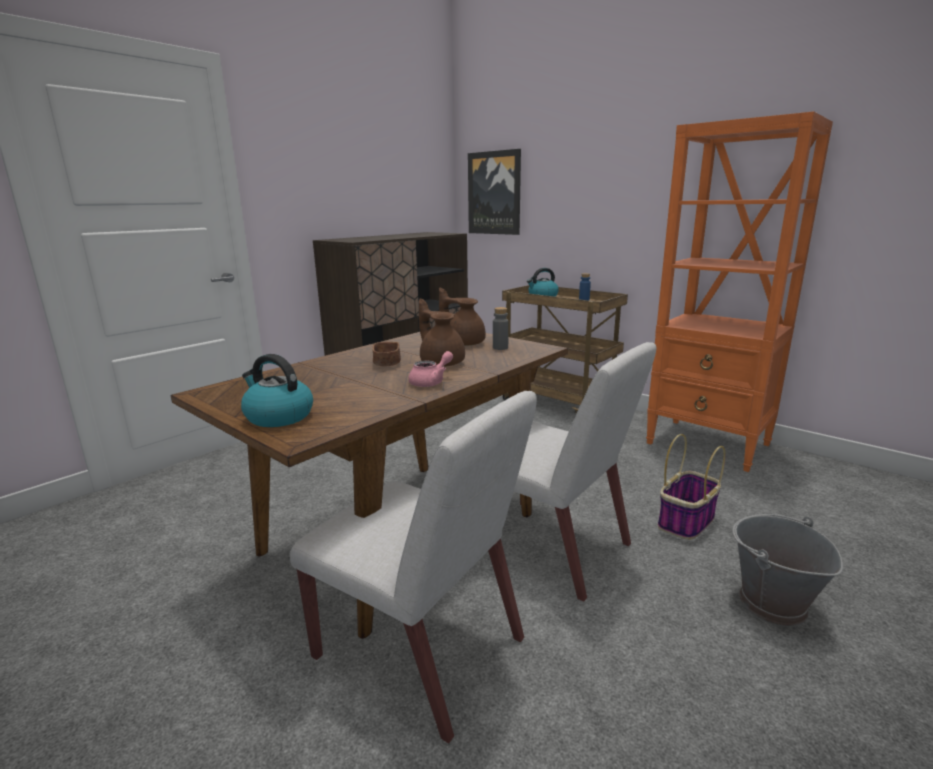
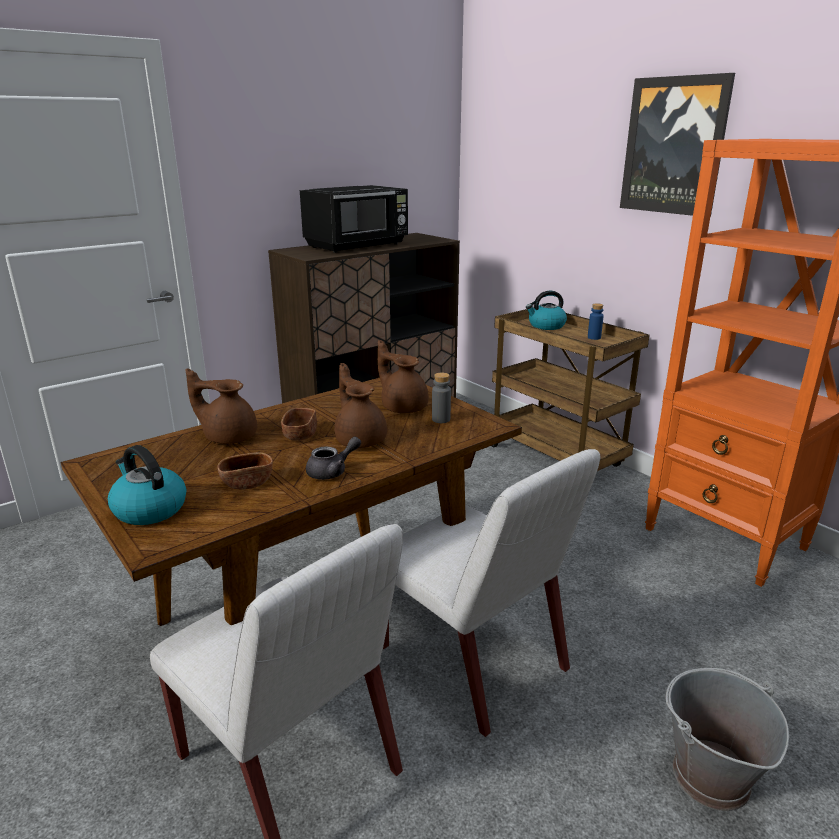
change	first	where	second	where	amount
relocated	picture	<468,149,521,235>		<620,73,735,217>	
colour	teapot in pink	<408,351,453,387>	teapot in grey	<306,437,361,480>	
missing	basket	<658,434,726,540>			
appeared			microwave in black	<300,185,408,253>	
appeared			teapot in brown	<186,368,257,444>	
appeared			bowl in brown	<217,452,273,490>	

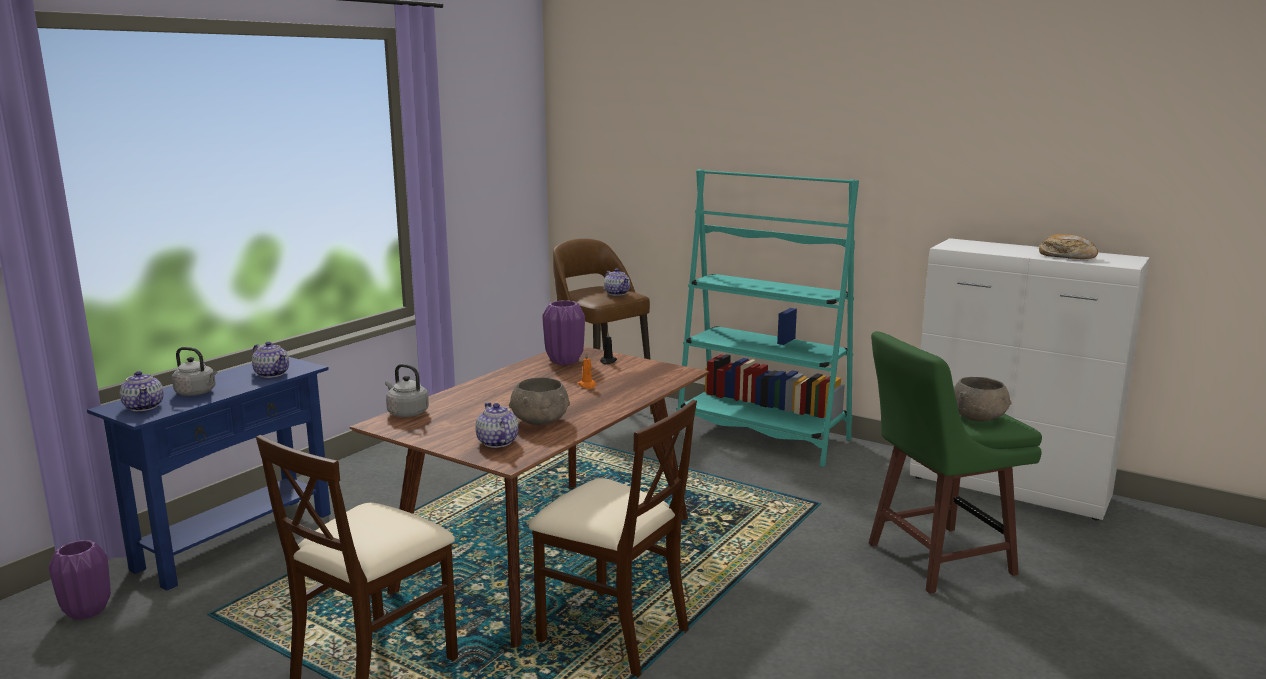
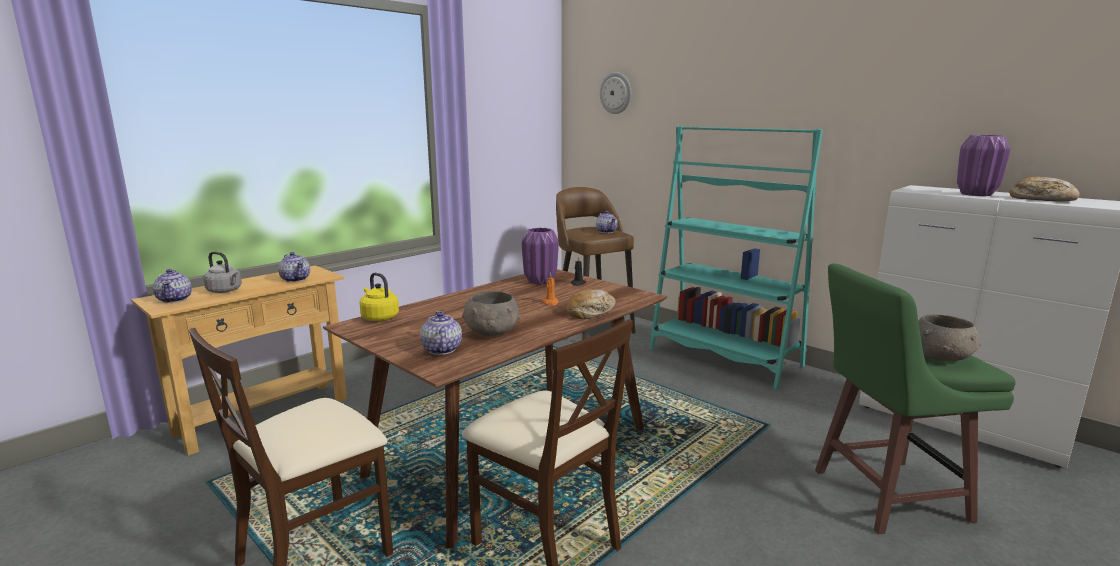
change	first	where	second	where	amount
colour	console table in blue	<87,357,331,591>	console table in beige	<131,266,347,456>	
colour	kettle in grey	<385,364,429,417>	kettle in yellow	<359,273,399,321>	
relocated	vase in purple	<48,540,111,620>		<957,135,1011,196>	
appeared			wall clock	<600,72,631,114>	
appeared			bread	<567,289,616,319>	

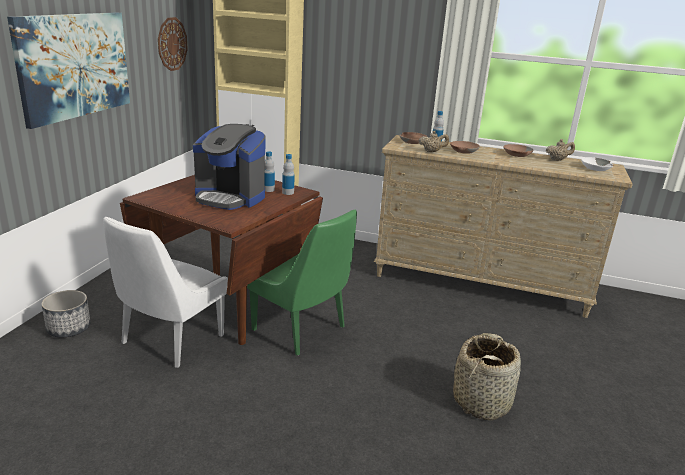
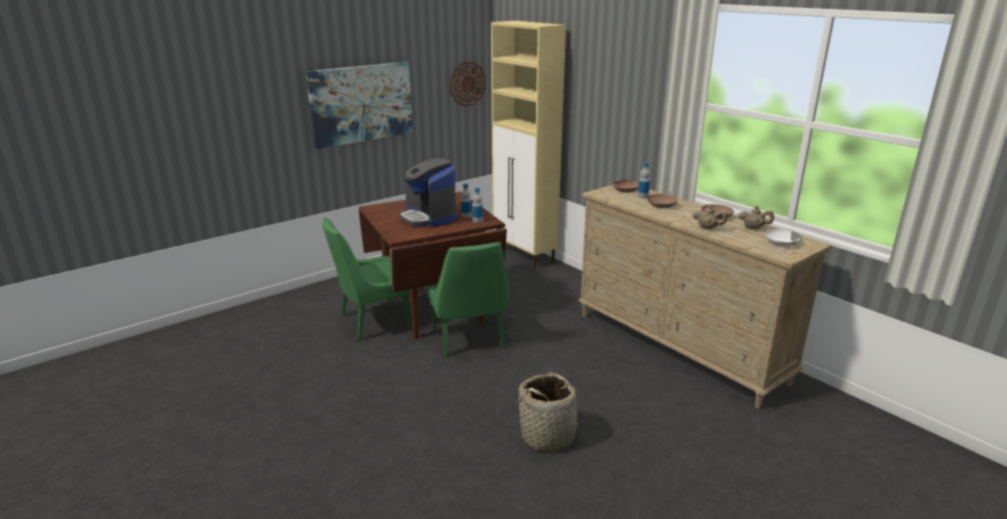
change	first	where	second	where	amount
relocated	teapot in beige	<419,131,449,152>		<693,206,727,229>	
colour	chair in white	<103,216,228,368>	chair in green	<322,217,410,340>	
missing	planter	<42,290,91,337>			

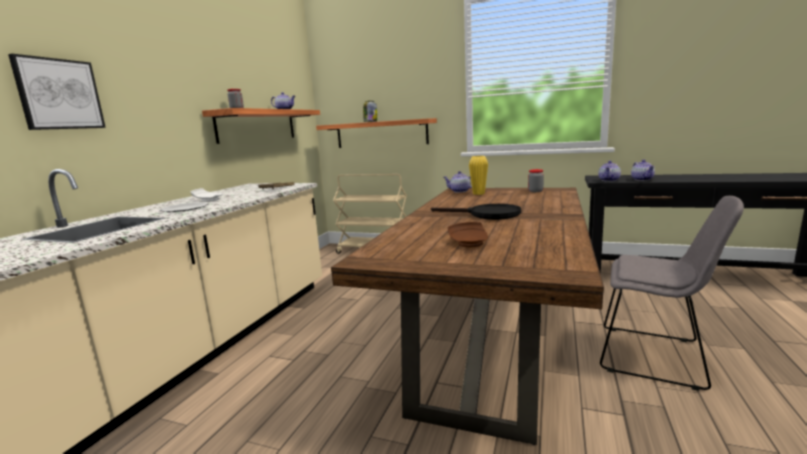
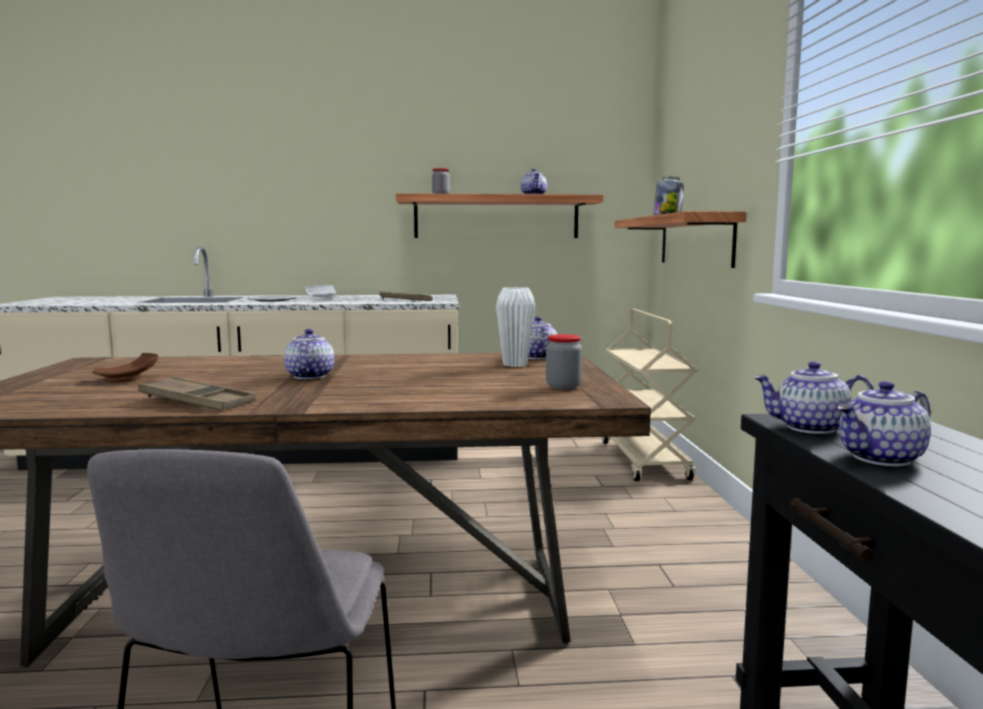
change	first	where	second	where	amount
missing	picture	<8,54,106,130>			
colour	vase in yellow	<469,156,488,195>	vase in white	<496,287,535,367>	
exchanged	frying pan in black	<431,204,521,220>	teapot	<284,329,334,379>	
appeared			tray in brown	<138,377,255,410>	

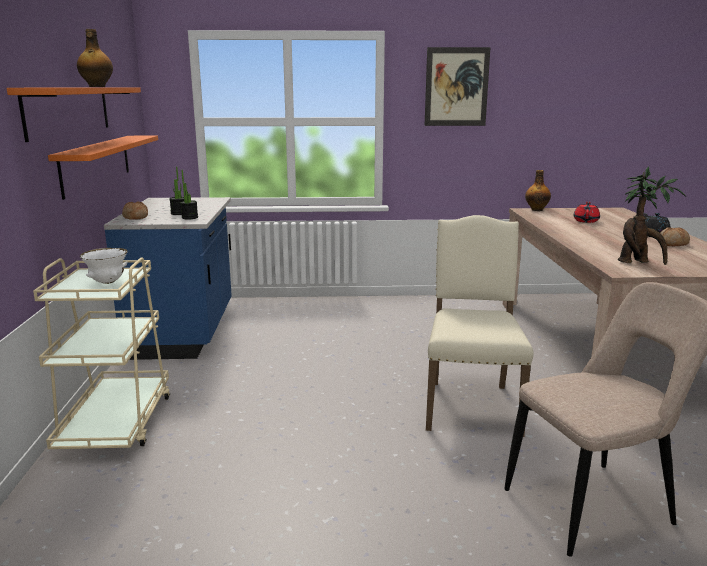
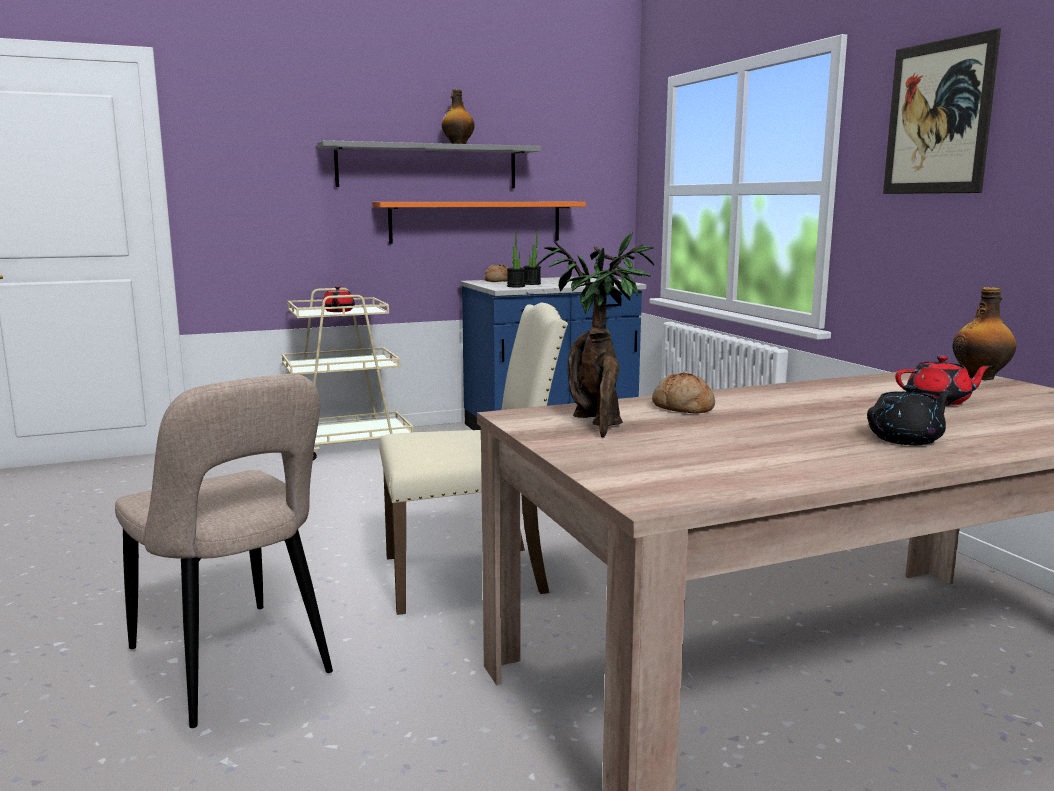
change	first	where	second	where	amount
colour	shelf in orange	<7,87,141,142>	shelf in grey	<317,140,541,188>	
relocated	bread	<660,227,690,246>		<652,373,715,414>	
exchanged	bowl in white	<80,248,128,284>	teapot in red	<322,286,355,312>	

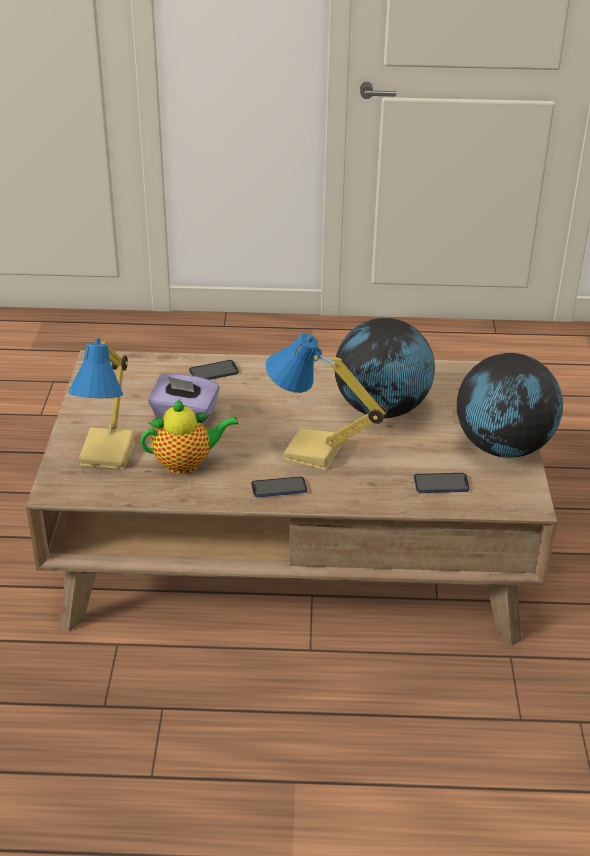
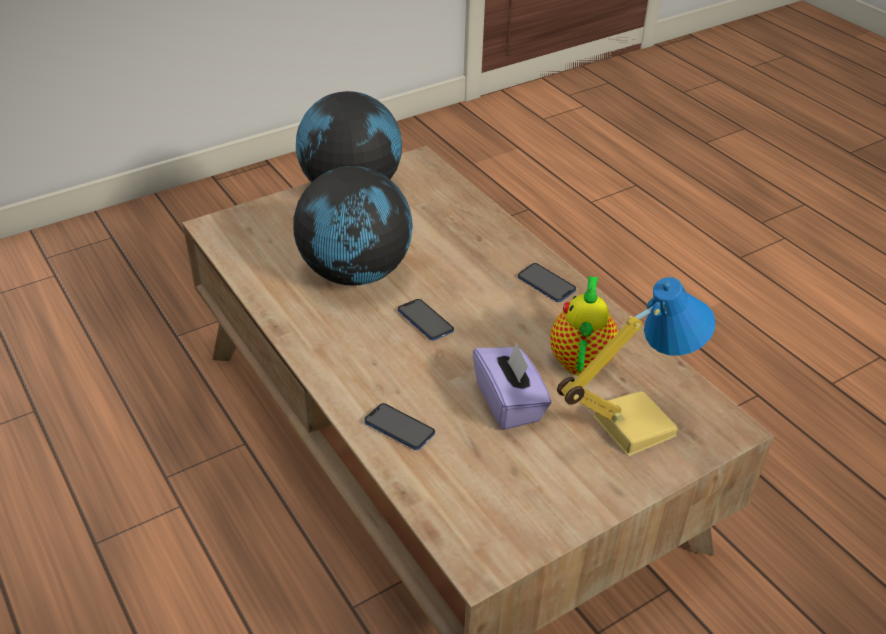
change	first	where	second	where	amount
missing	table lamp	<265,333,387,470>			
spun	teapot	<140,399,239,474>		<550,276,618,376>	60 degrees clockwise
relocated	phone	<414,473,470,493>		<398,299,454,340>	

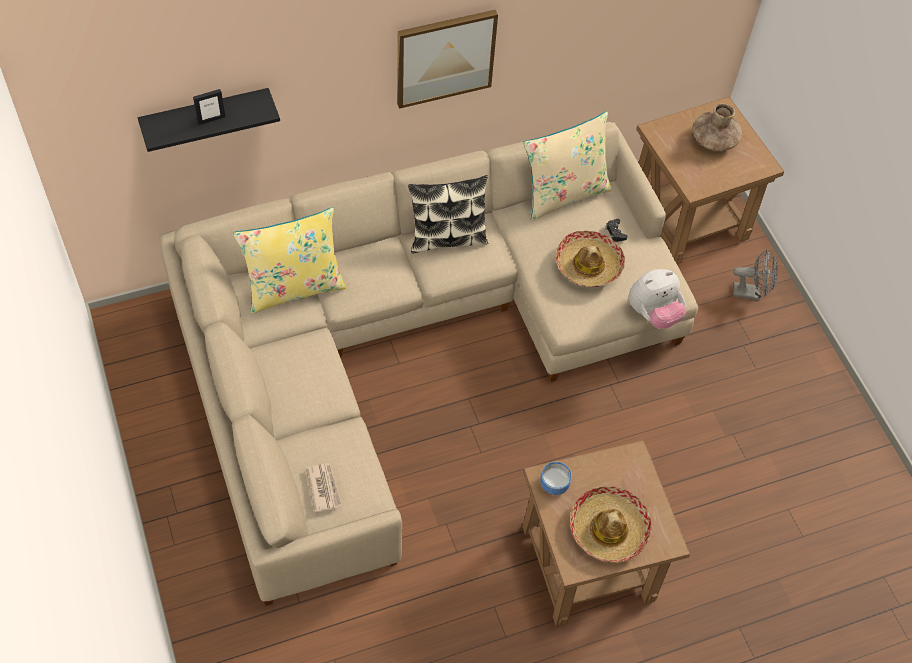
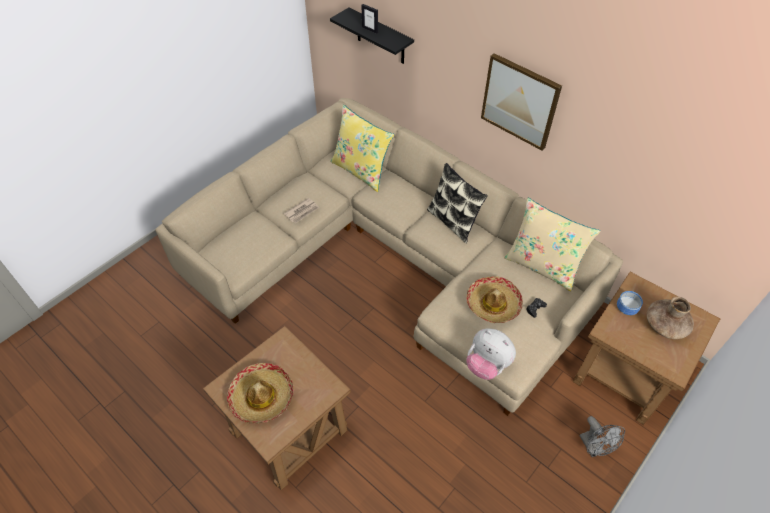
change	first	where	second	where	amount
relocated	bowl	<540,462,572,495>		<617,291,643,315>	
relocated	newspaper	<306,463,342,513>		<284,198,319,223>	

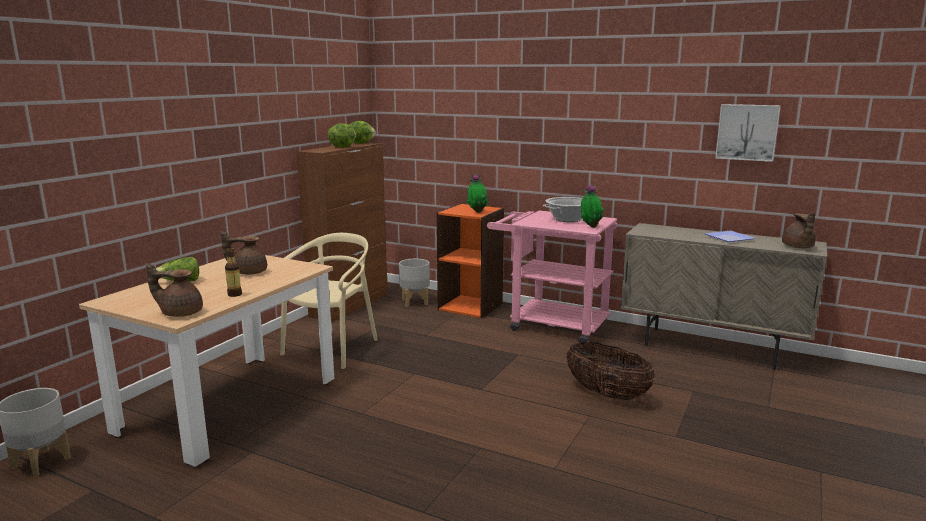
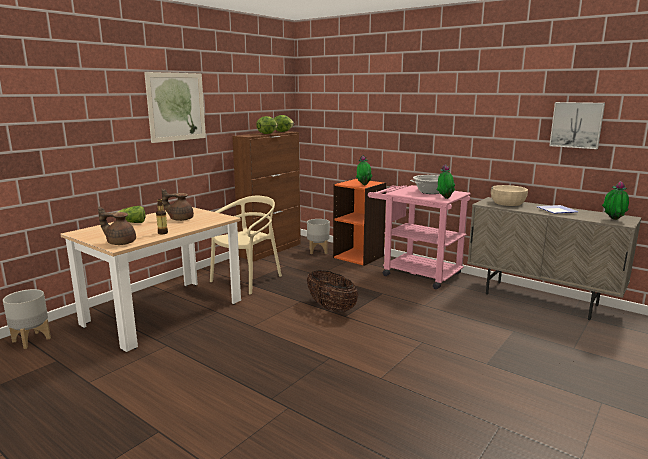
change	first	where	second	where	amount
exchanged	teapot in brown	<782,212,815,248>	potted plant	<602,181,629,220>	
relocated	basket	<566,342,655,400>		<307,270,358,312>	
appeared			picture	<144,72,206,143>	
appeared			bowl in beige	<491,185,528,206>	

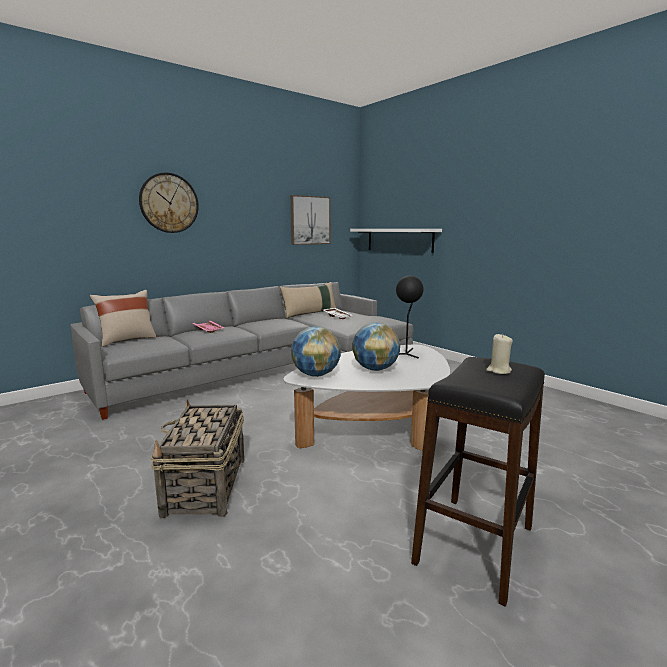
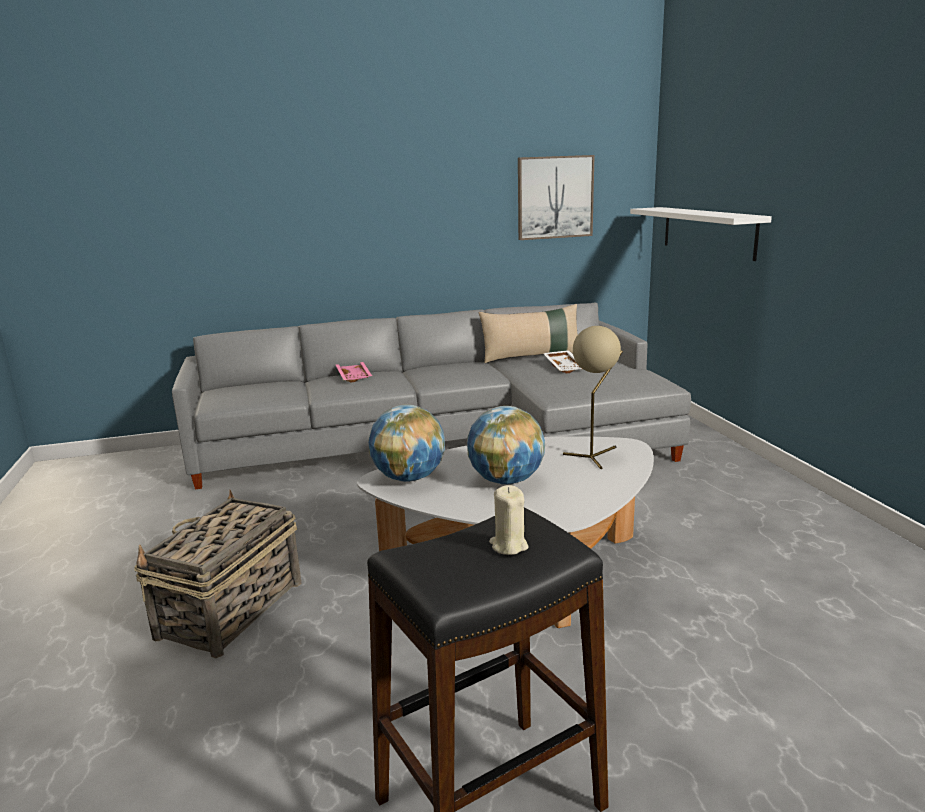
change	first	where	second	where	amount
missing	wall clock	<139,173,199,233>			
colour	table lamp in black	<396,276,424,358>	table lamp in beige	<563,326,623,469>	
missing	pillow in beige	<90,290,157,347>			

